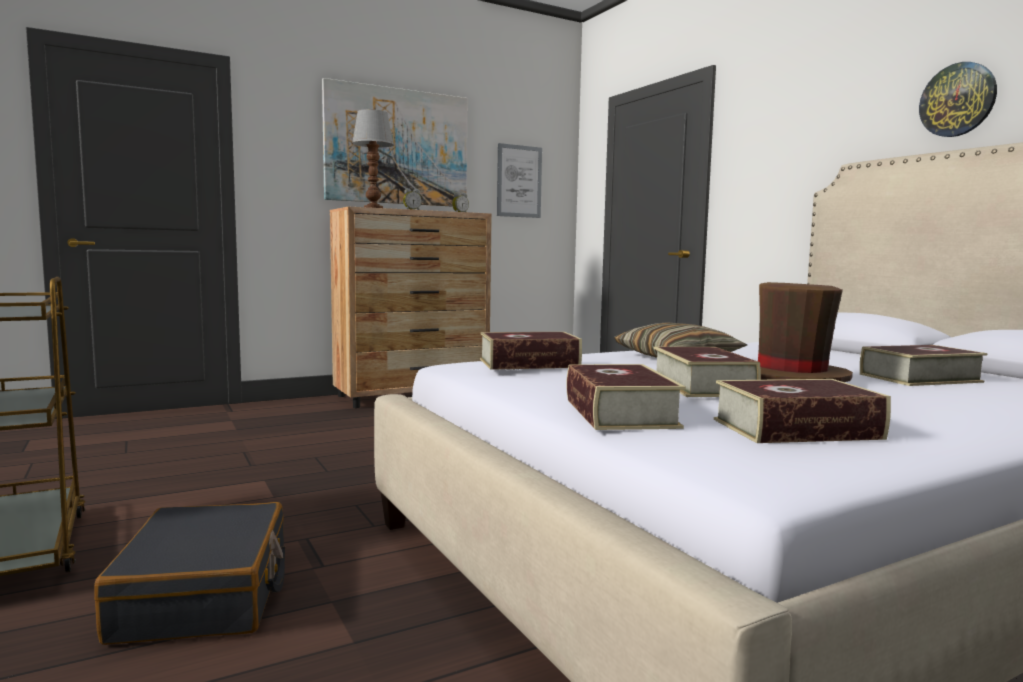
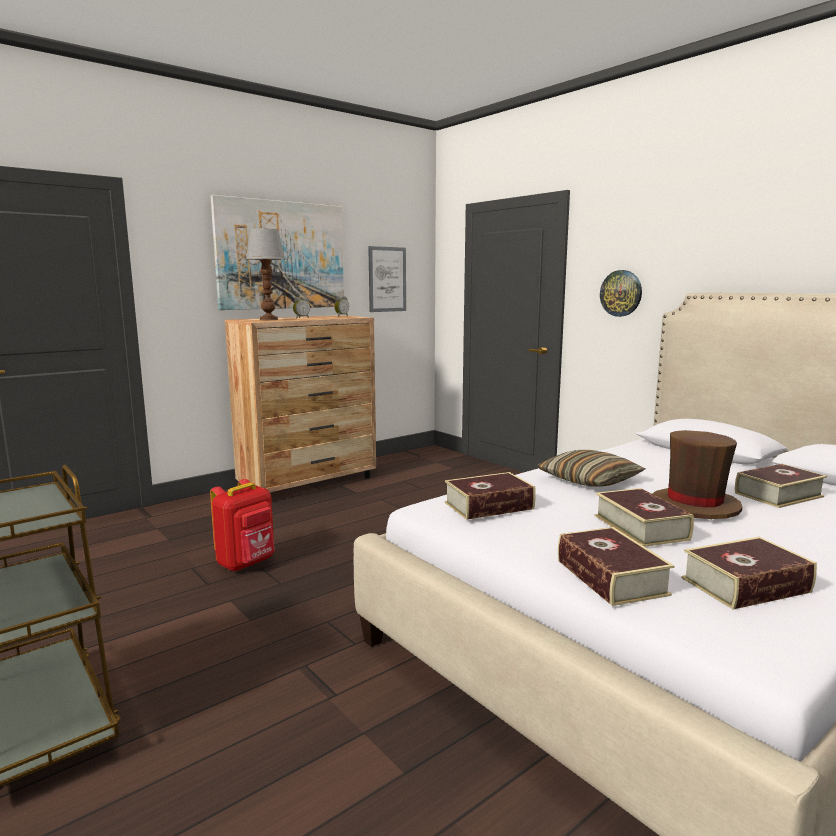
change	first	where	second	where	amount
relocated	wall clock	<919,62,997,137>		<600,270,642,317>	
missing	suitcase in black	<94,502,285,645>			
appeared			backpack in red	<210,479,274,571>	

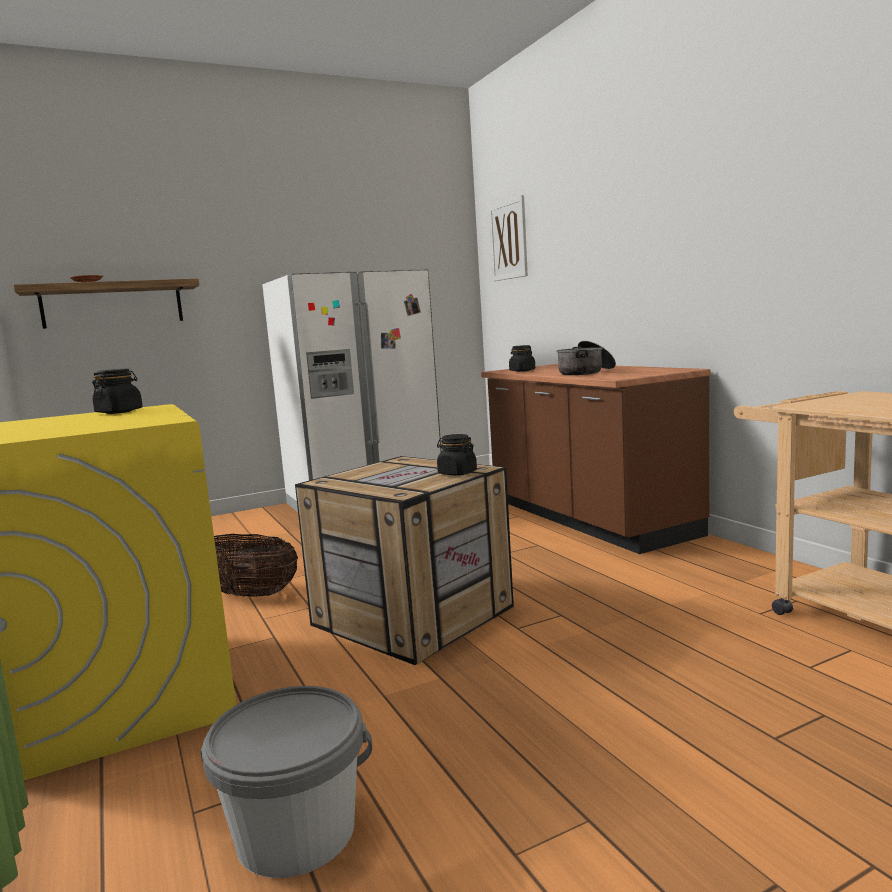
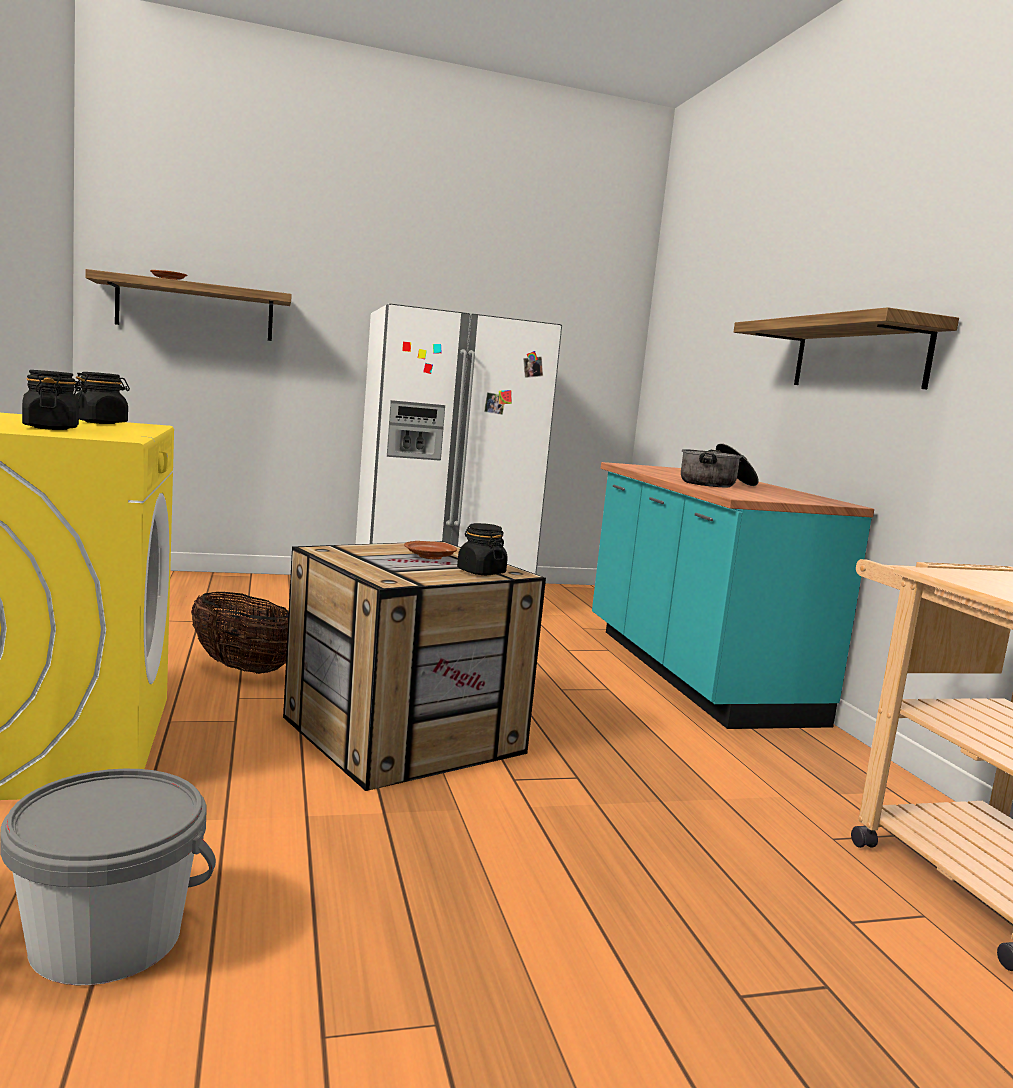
change	first	where	second	where	amount
missing	picture	<489,195,528,281>			
relocated	jar in black	<509,345,535,372>		<22,370,79,430>	
colour	counter in brown	<481,364,710,554>	counter in turquoise	<592,462,874,729>	
appeared			shelf	<734,307,959,389>	
appeared			plate in brown	<404,541,457,560>	

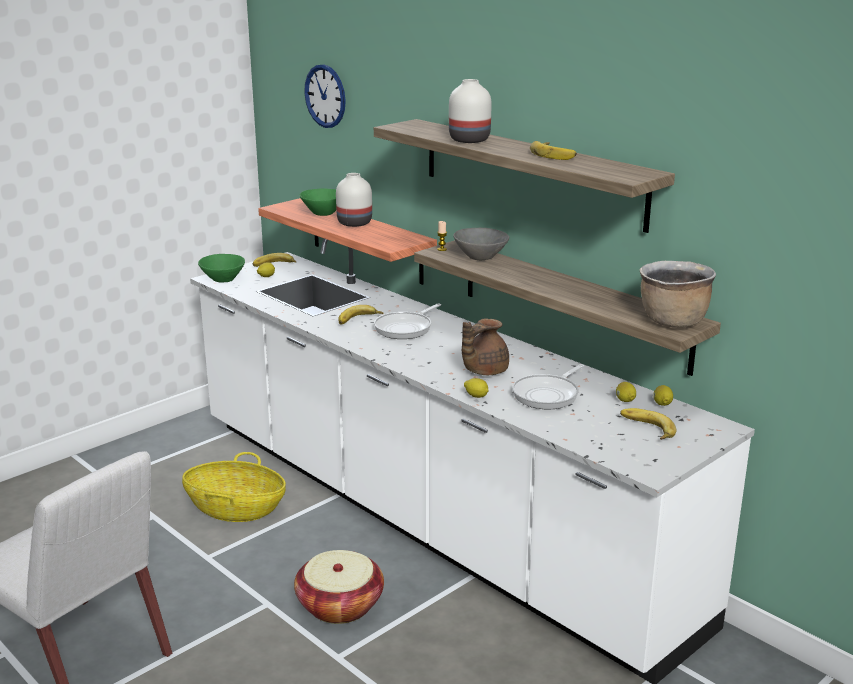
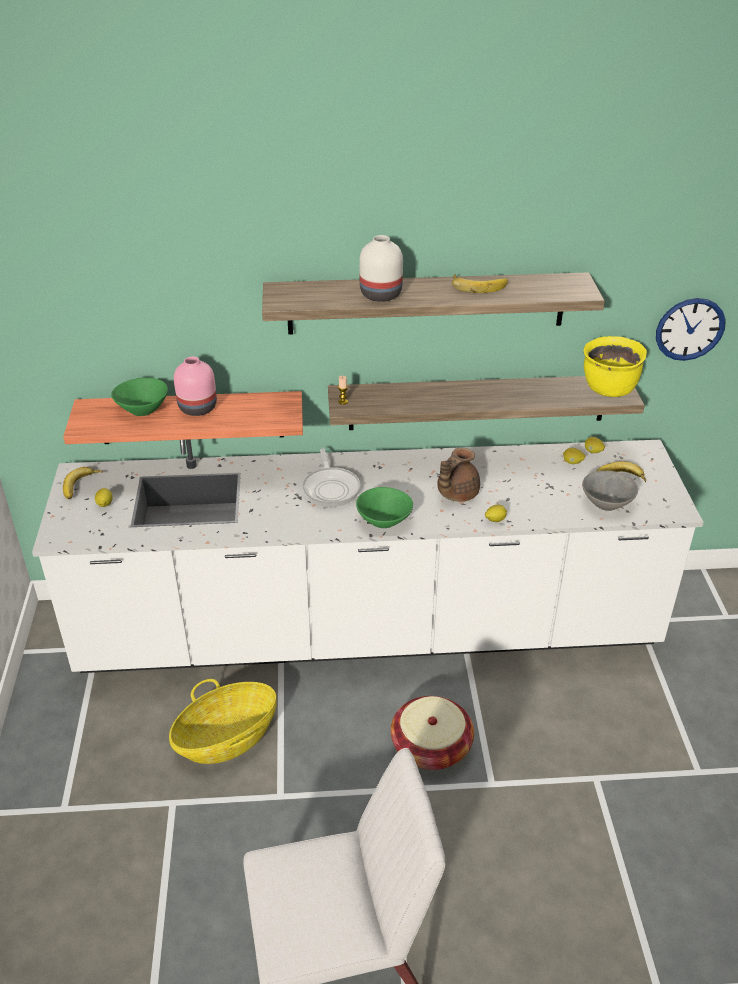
change	first	where	second	where	amount
relocated	wall clock	<304,64,346,128>		<656,298,726,361>	
colour	vase in white	<336,173,372,227>	vase in pink	<174,356,217,416>	
relocated	bowl in grey	<453,228,509,260>		<582,471,638,511>	
relocated	bowl in green	<198,254,245,282>		<356,487,413,528>	
colour	cooking pot in brown	<640,261,716,328>	cooking pot in yellow	<583,336,647,397>	
missing	banana	<338,305,383,325>			
spun	teapot in brown	<462,318,509,375>		<437,448,480,502>	45 degrees clockwise
missing	frying pan	<512,364,584,409>			

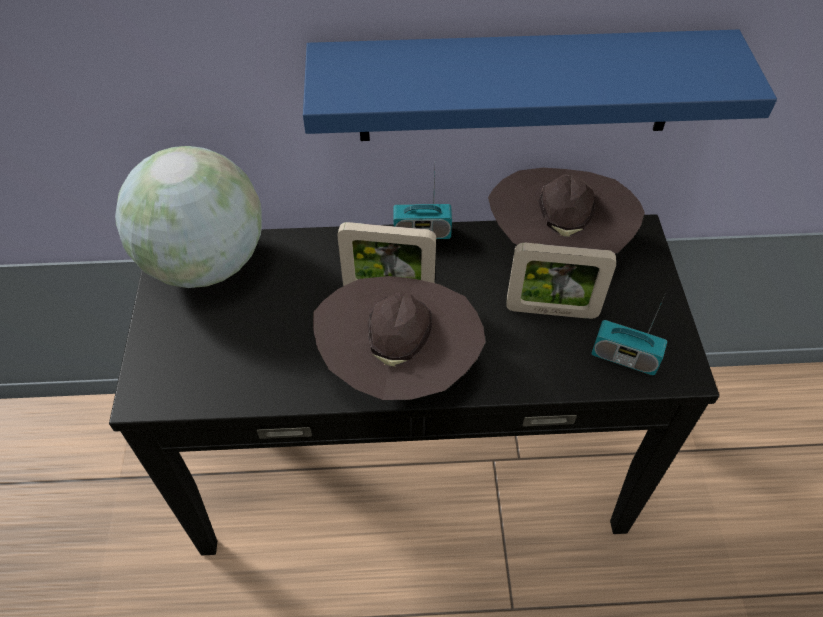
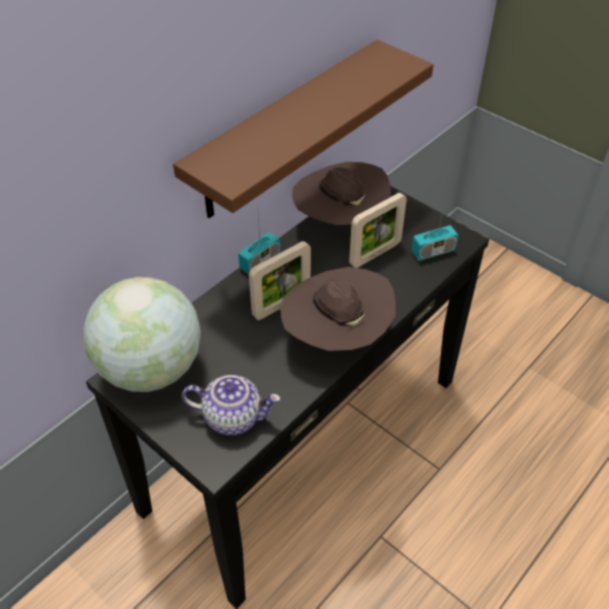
change	first	where	second	where	amount
colour	shelf in blue	<303,30,777,141>	shelf in brown	<173,40,434,218>	
appeared			teapot	<182,375,280,436>	

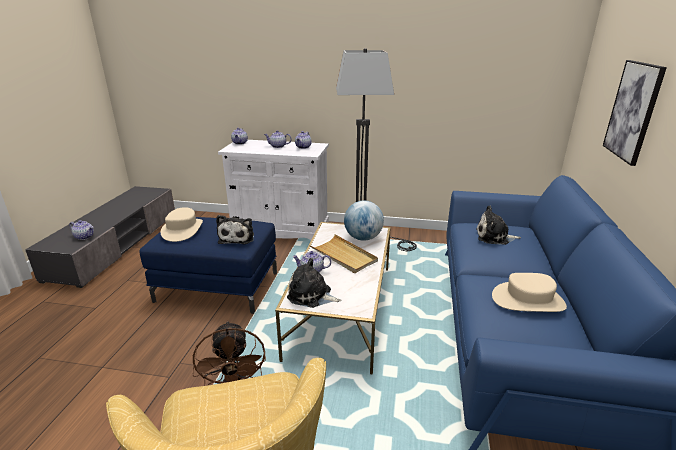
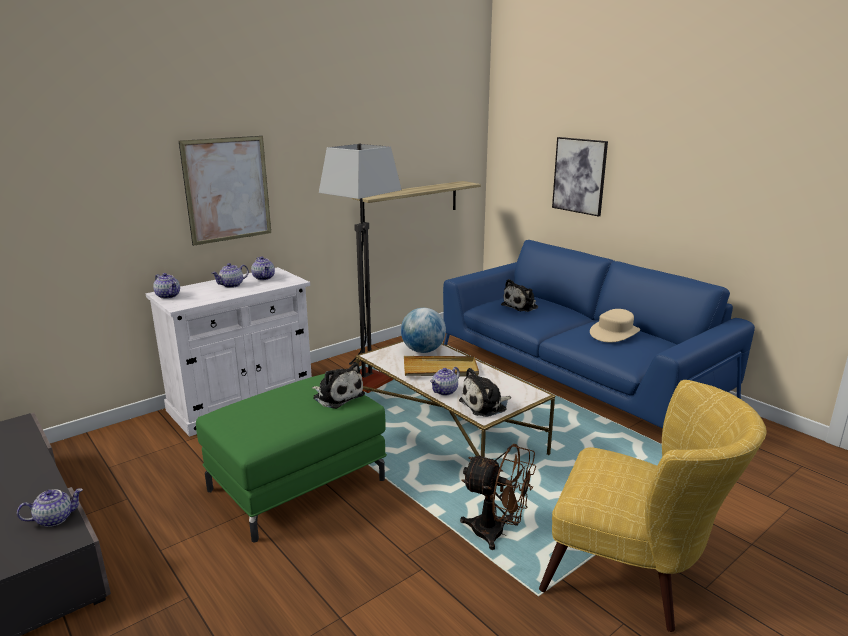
change	first	where	second	where	amount
missing	hat in beige	<161,207,203,242>			
colour	ottoman in blue	<139,217,277,314>	ottoman in green	<196,374,387,543>	
appeared			picture	<179,136,271,246>	
appeared			shelf	<352,181,481,222>	

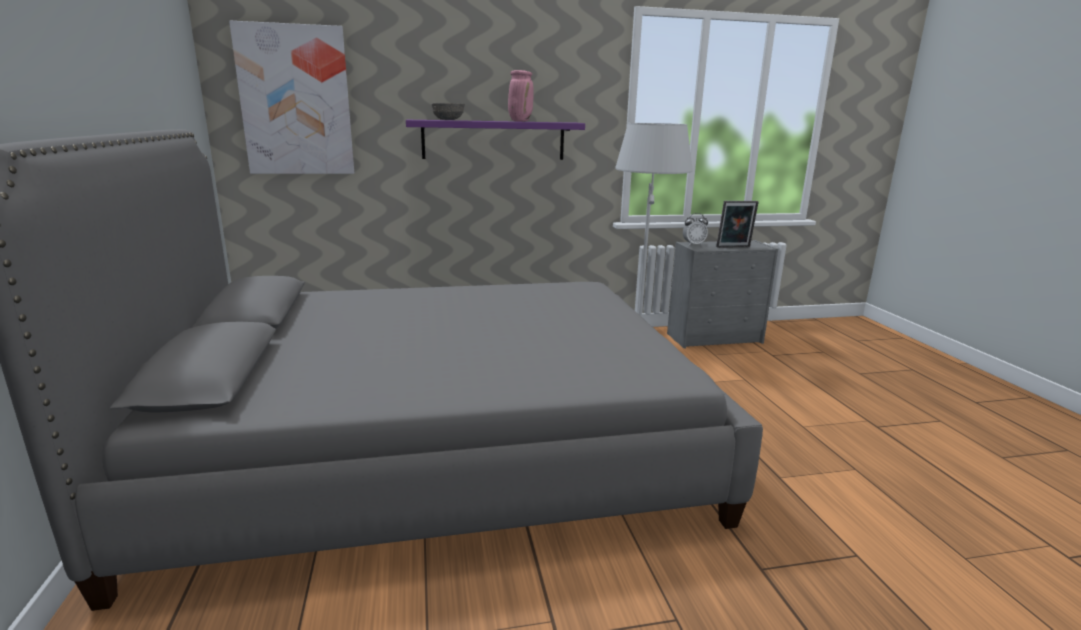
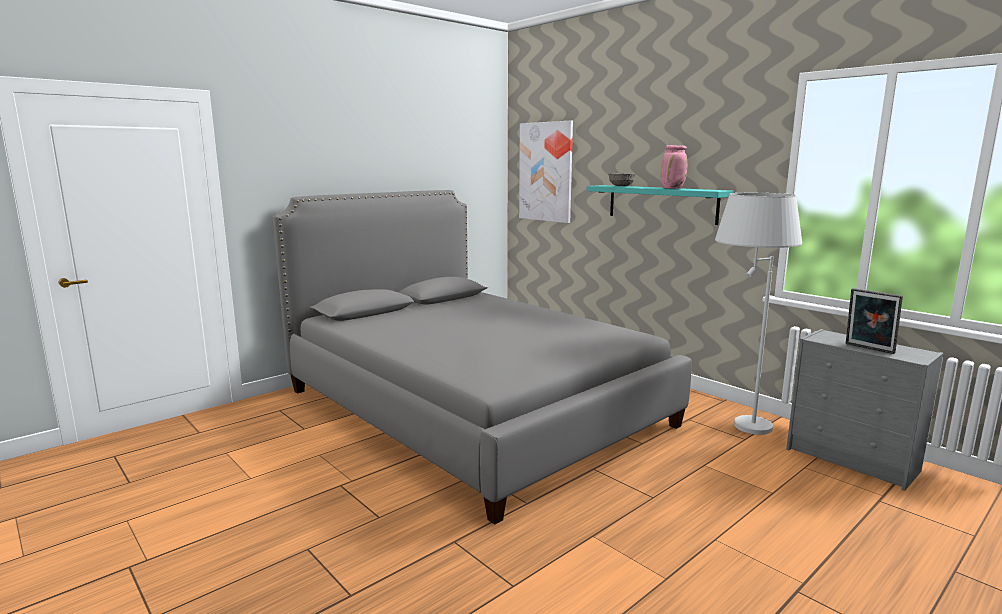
change	first	where	second	where	amount
colour	shelf in purple	<406,120,585,160>	shelf in turquoise	<587,185,733,225>	
missing	alarm clock	<683,213,708,246>			

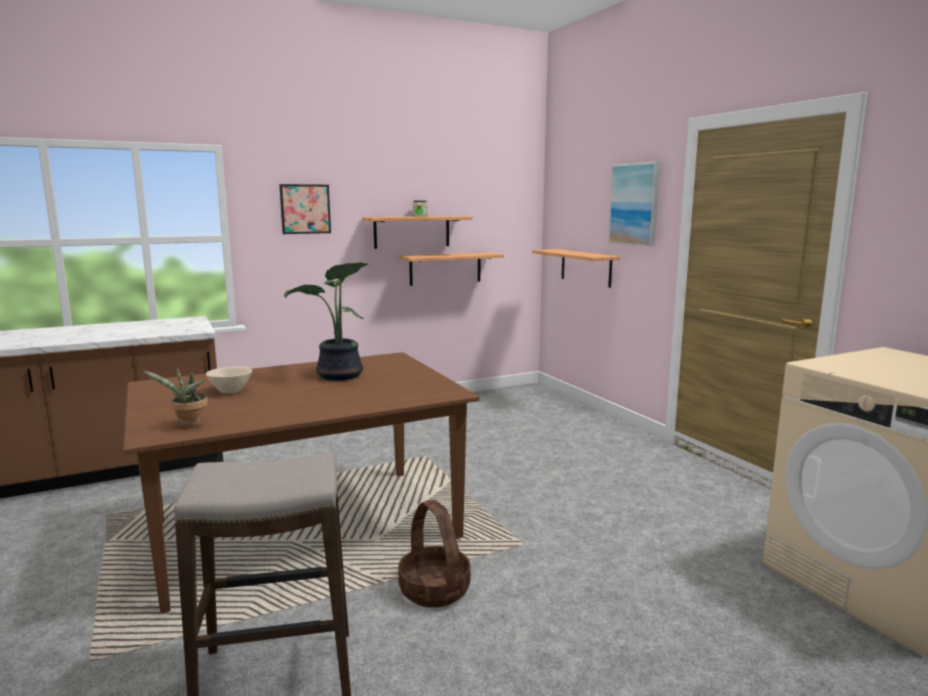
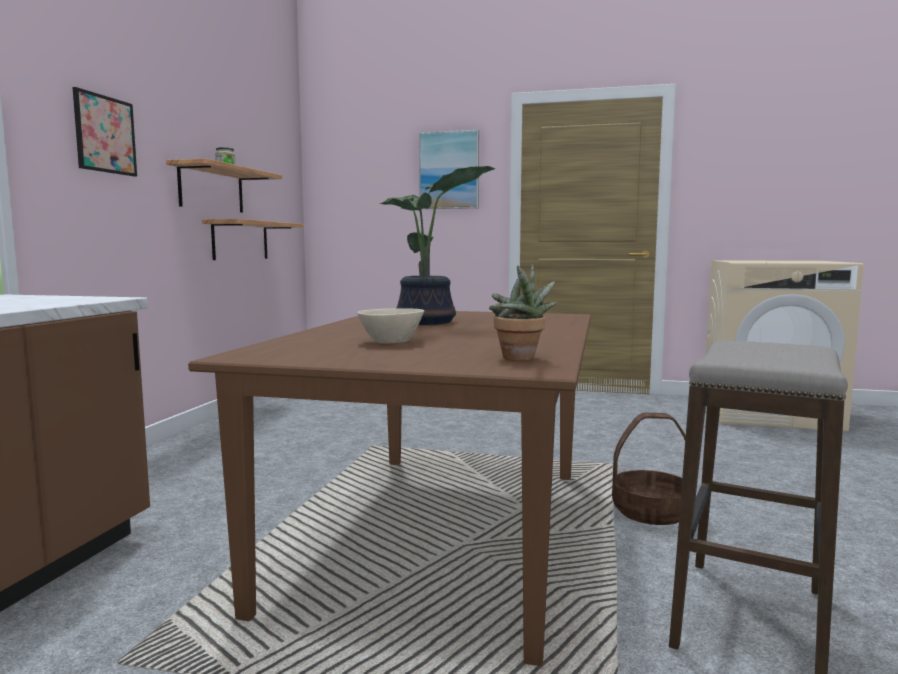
change	first	where	second	where	amount
missing	shelf	<532,249,620,288>			

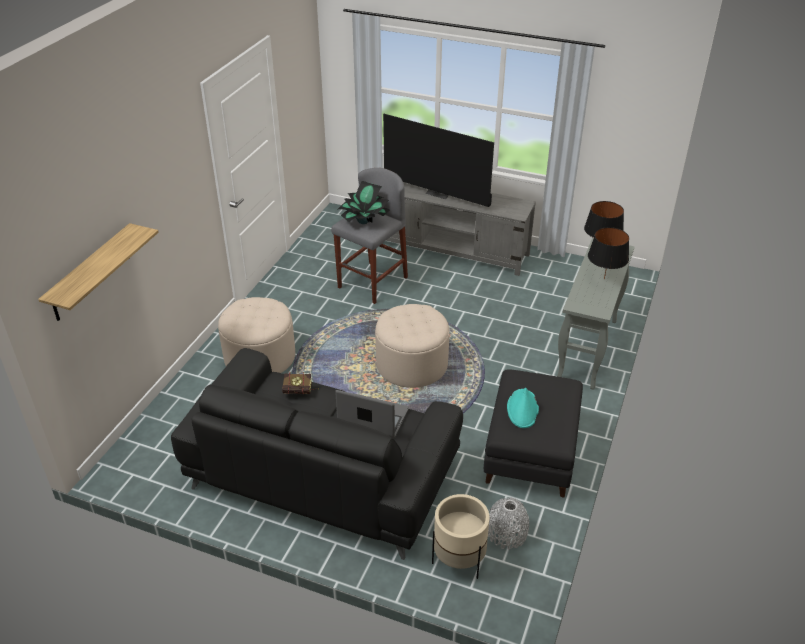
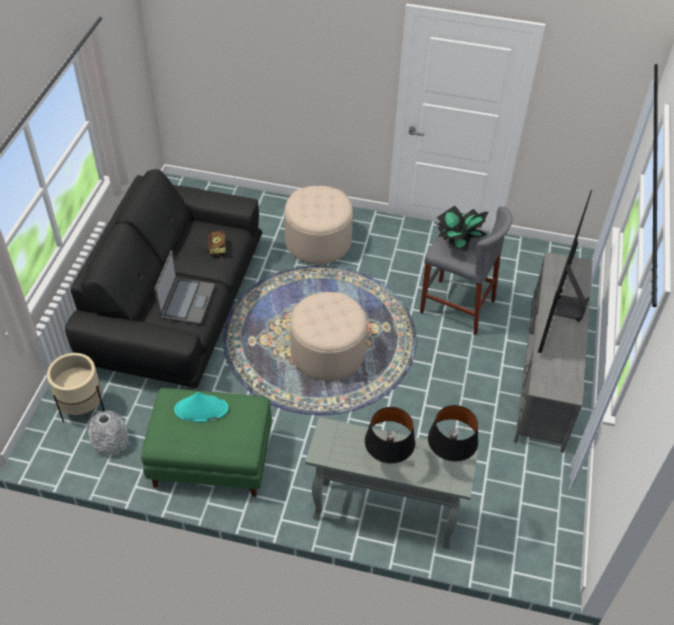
change	first	where	second	where	amount
missing	shelf	<38,223,159,321>			
colour	ottoman in black	<483,369,583,498>	ottoman in green	<141,388,272,497>	

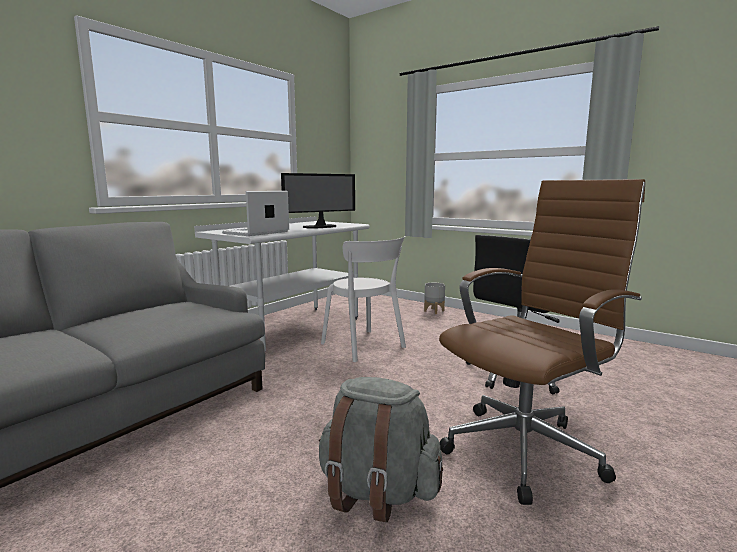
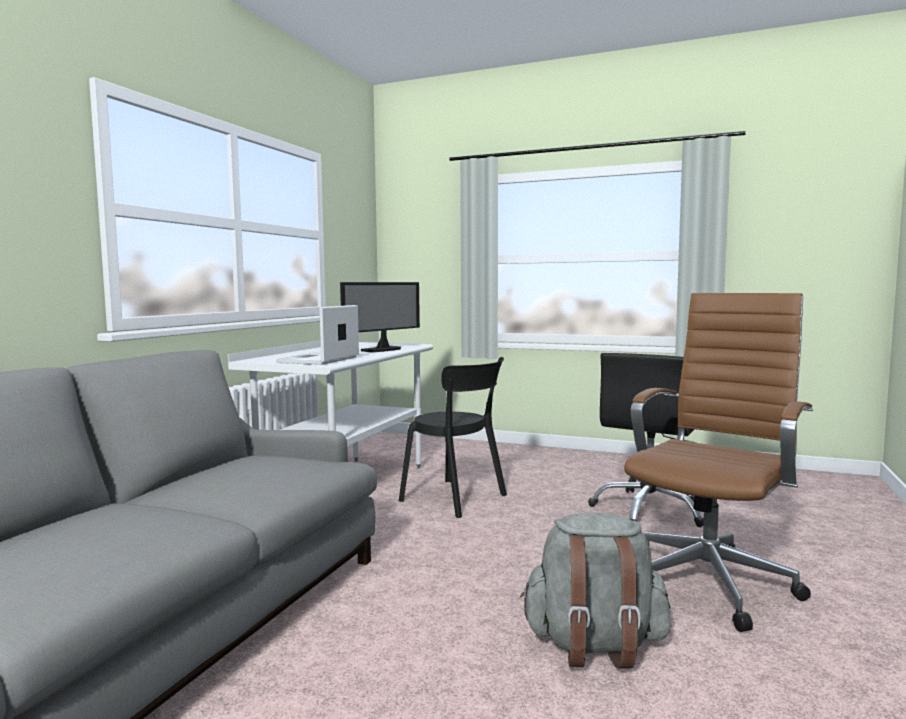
change	first	where	second	where	amount
colour	chair in white	<321,236,406,362>	chair in black	<399,357,507,518>	
missing	planter in grey	<424,283,445,314>			

